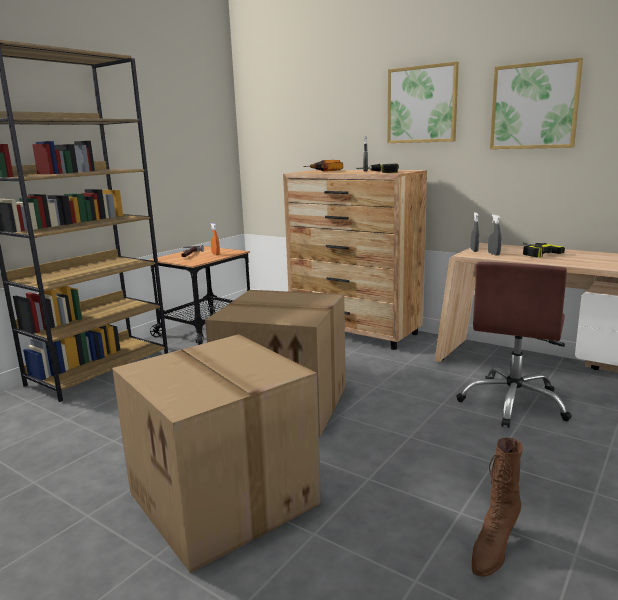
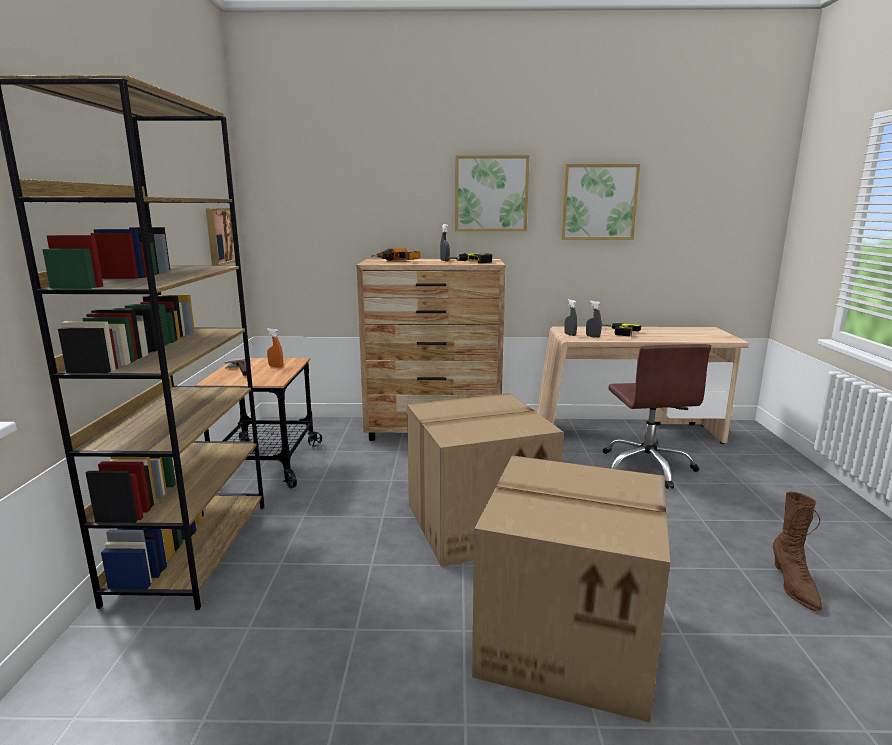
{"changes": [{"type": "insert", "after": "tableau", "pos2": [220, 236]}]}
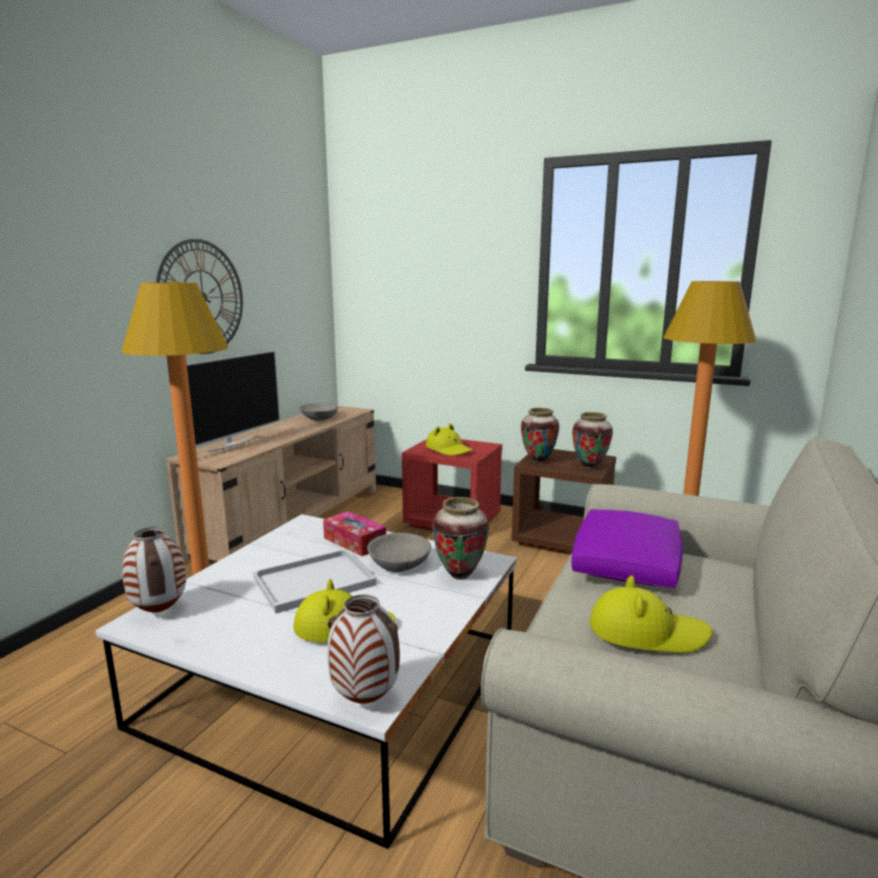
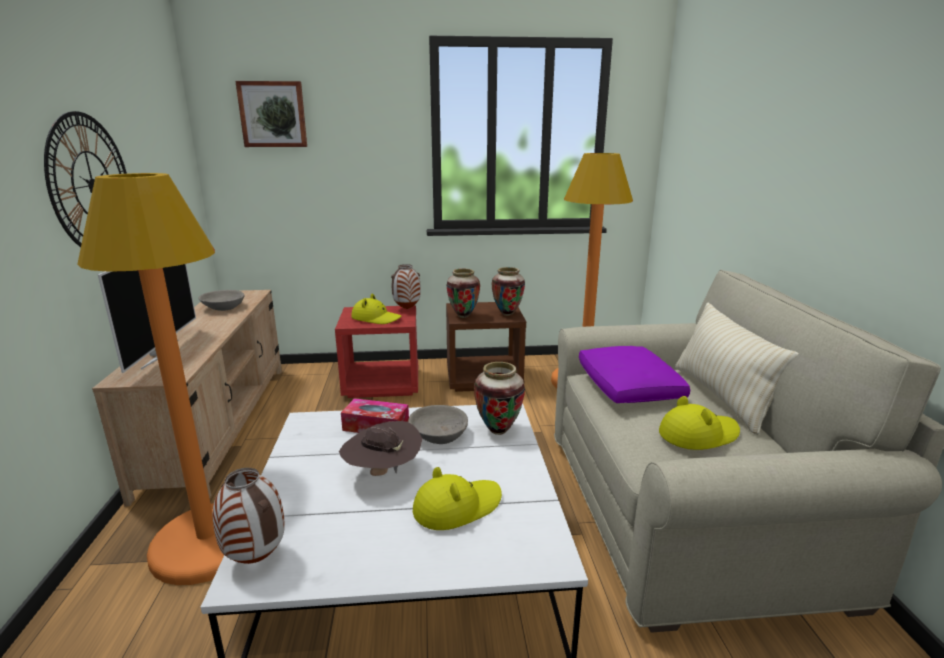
{"changes": [{"type": "replace", "before": "plateau (blanc)", "after": "chapeau (marron)", "pos1": [315, 580], "pos2": [382, 473]}, {"type": "move", "before": "vase", "pos1": [366, 699], "pos2": [407, 309]}, {"type": "insert", "after": "tableau", "pos2": [273, 114]}, {"type": "insert", "after": "coussin (beige)", "pos2": [721, 397]}]}
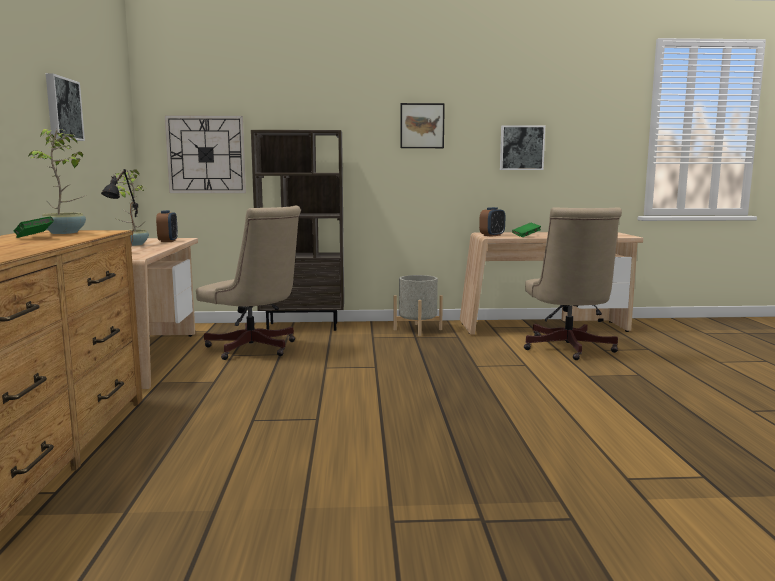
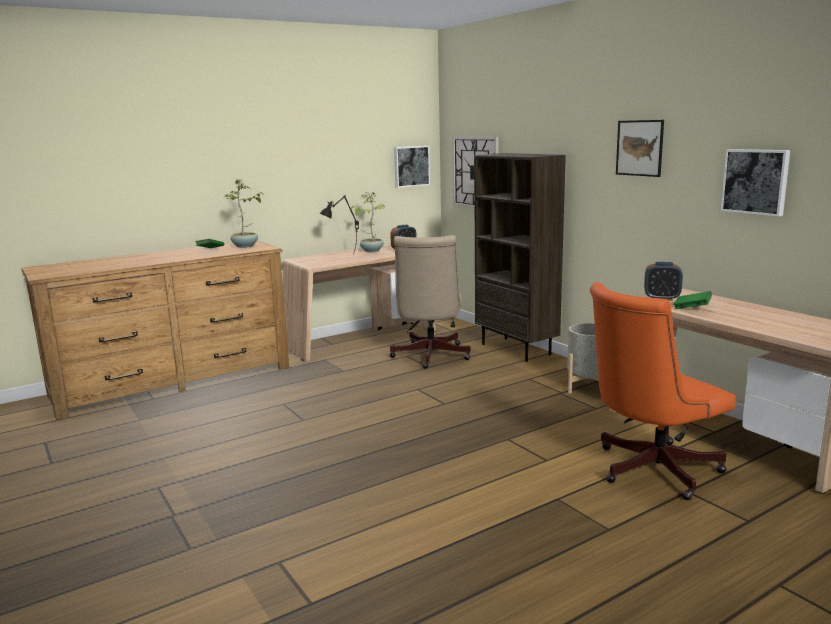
{"changes": [{"type": "move", "before": "tableau", "pos1": [62, 108], "pos2": [411, 166]}, {"type": "recolor", "before": "chaise de bureau (beige)", "after": "chaise de bureau (orange)", "pos1": [568, 349], "pos2": [649, 470]}]}
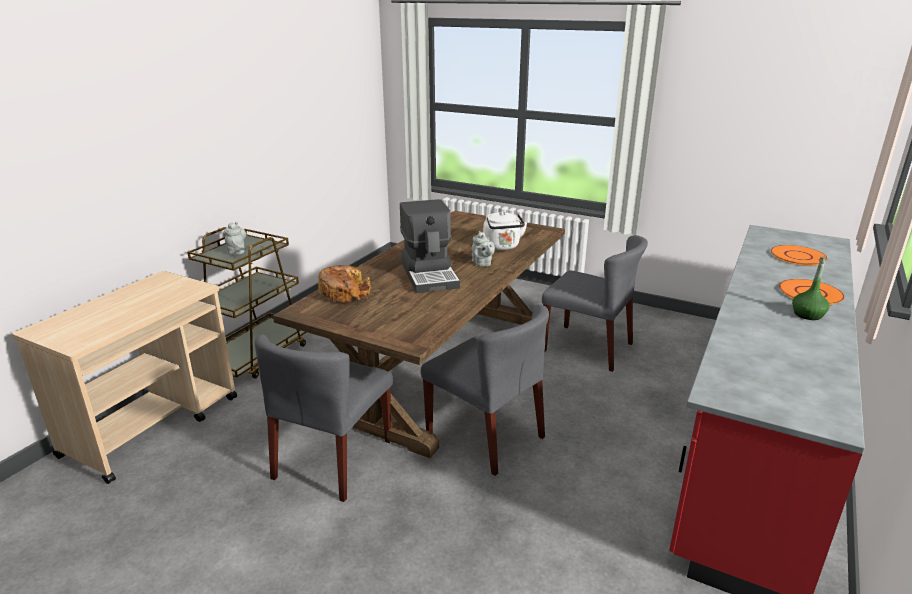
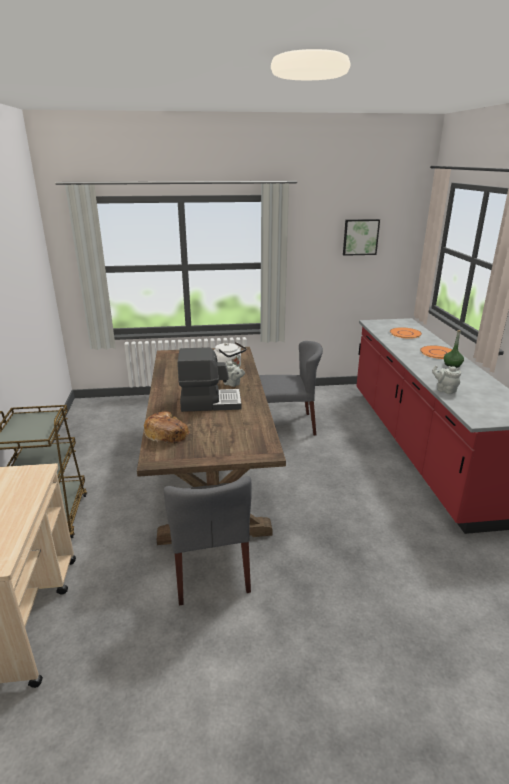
{"changes": [{"type": "rotate", "before": "machine à café", "pos1": [430, 275], "pos2": [210, 402], "turn": -45}, {"type": "move", "before": "théière (gris)", "pos1": [236, 250], "pos2": [444, 390]}, {"type": "delete", "before": "chaise (gris)", "pos1": [486, 435]}, {"type": "insert", "after": "tableau", "pos2": [360, 237]}]}
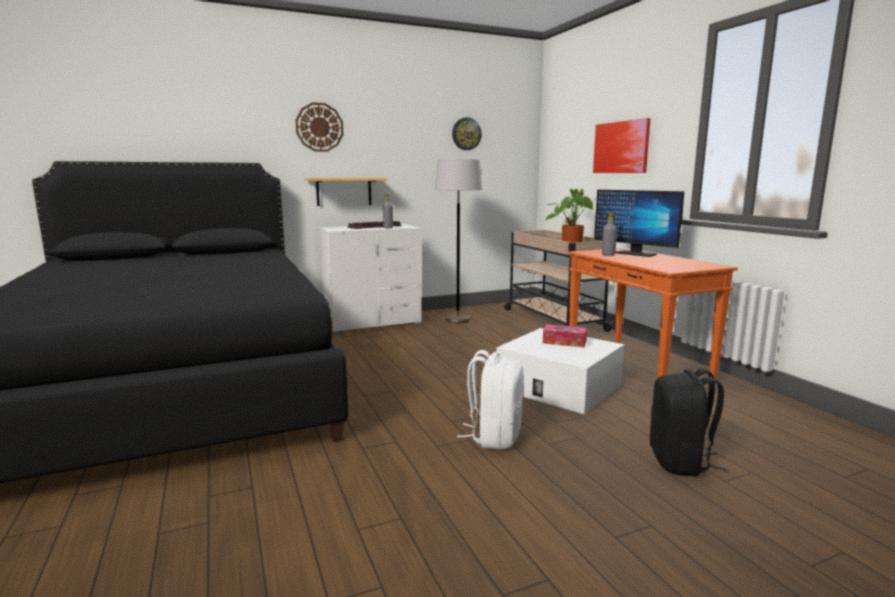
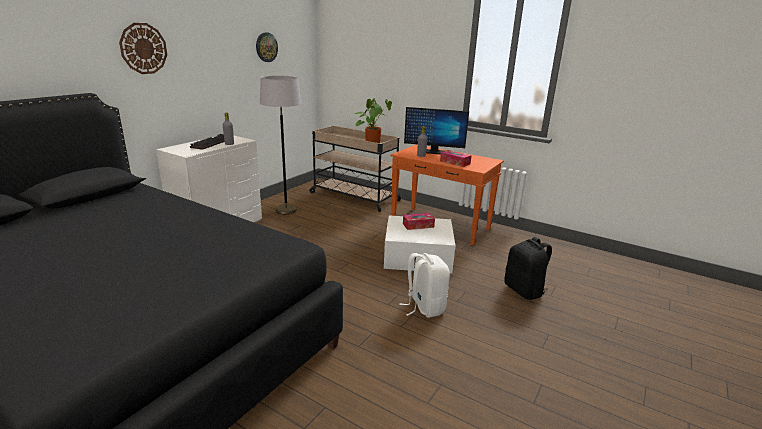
{"changes": [{"type": "delete", "before": "tableau", "pos1": [621, 147]}, {"type": "delete", "before": "étagère", "pos1": [344, 191]}, {"type": "insert", "after": "boîte à mouchoirs", "pos2": [455, 162]}]}
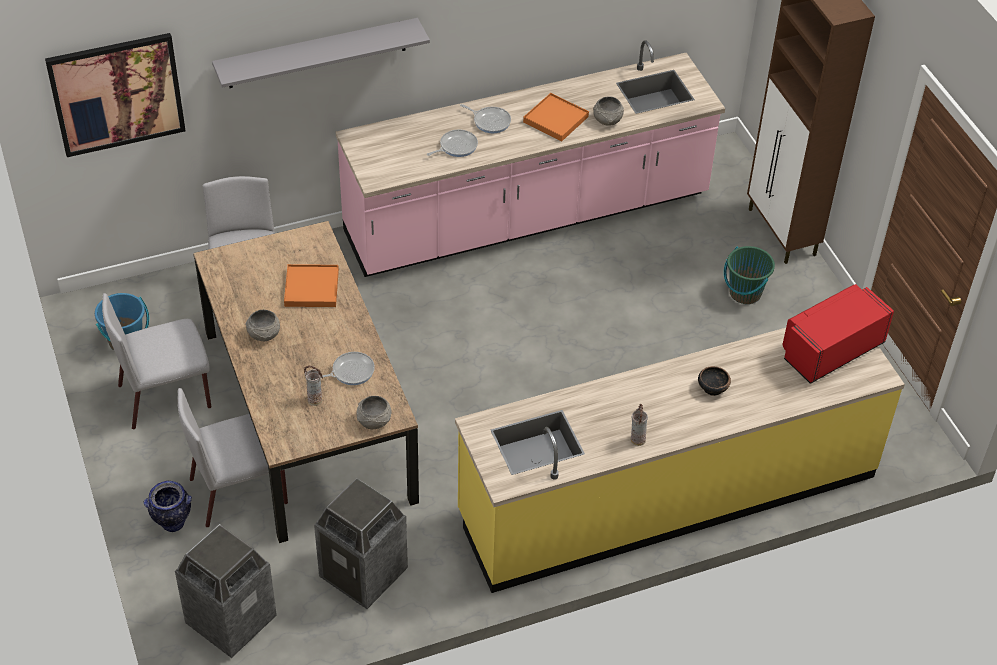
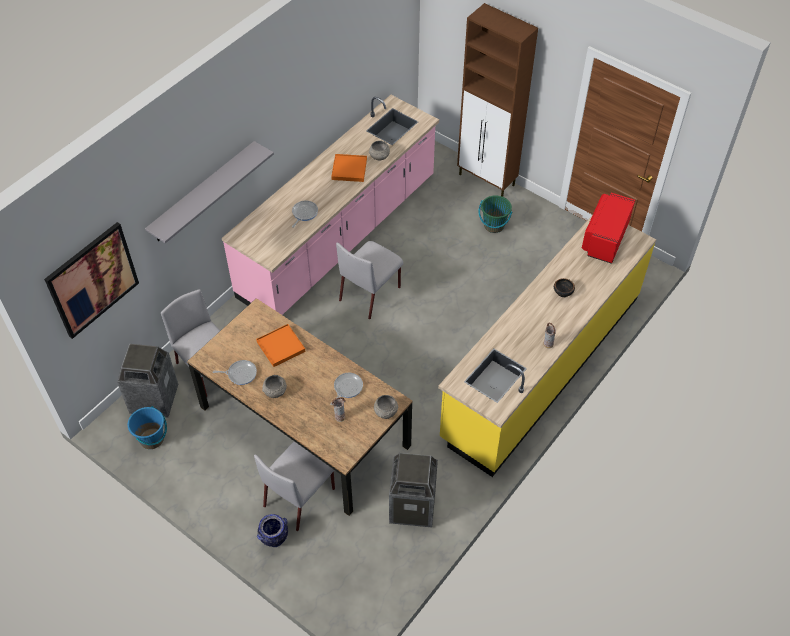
{"changes": [{"type": "move", "before": "poêle", "pos1": [490, 121], "pos2": [240, 373]}, {"type": "move", "before": "chaise (gris)", "pos1": [166, 396], "pos2": [370, 293]}, {"type": "move", "before": "poubelle", "pos1": [230, 620], "pos2": [154, 399]}]}
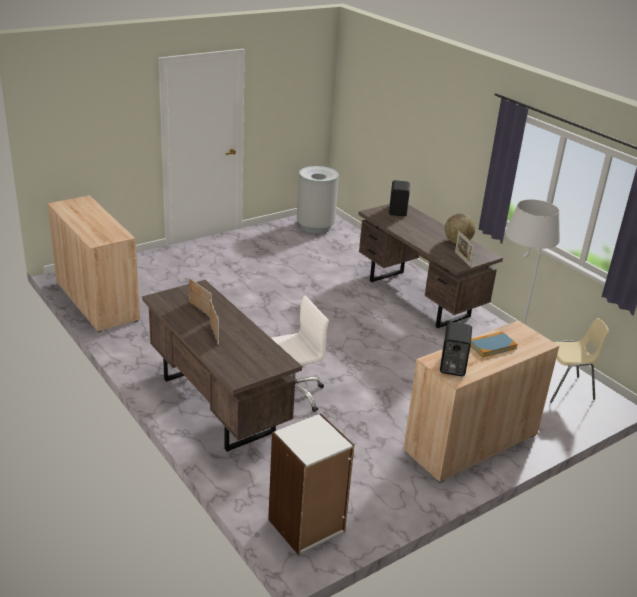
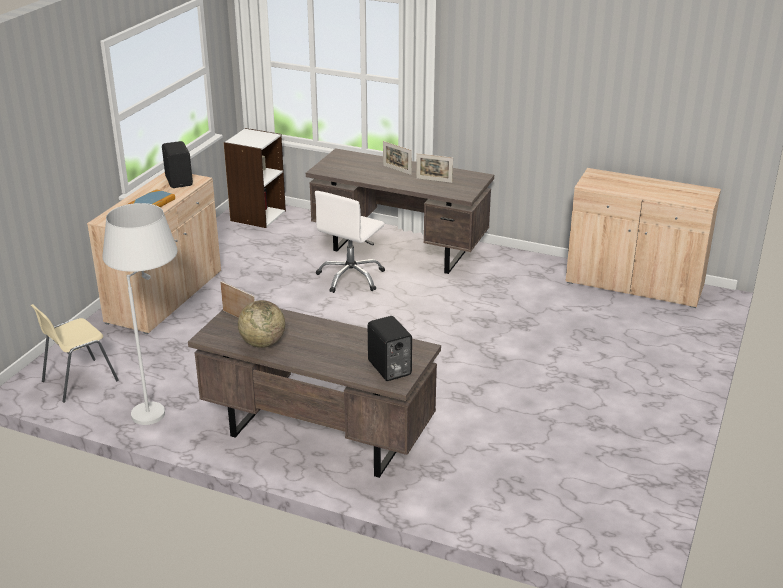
{"changes": [{"type": "delete", "before": "poubelle (gris)", "pos1": [315, 227]}]}
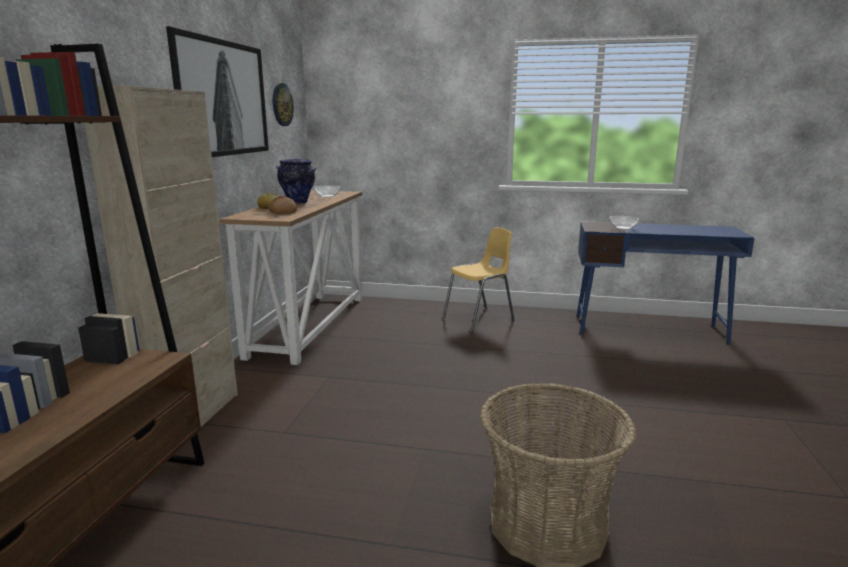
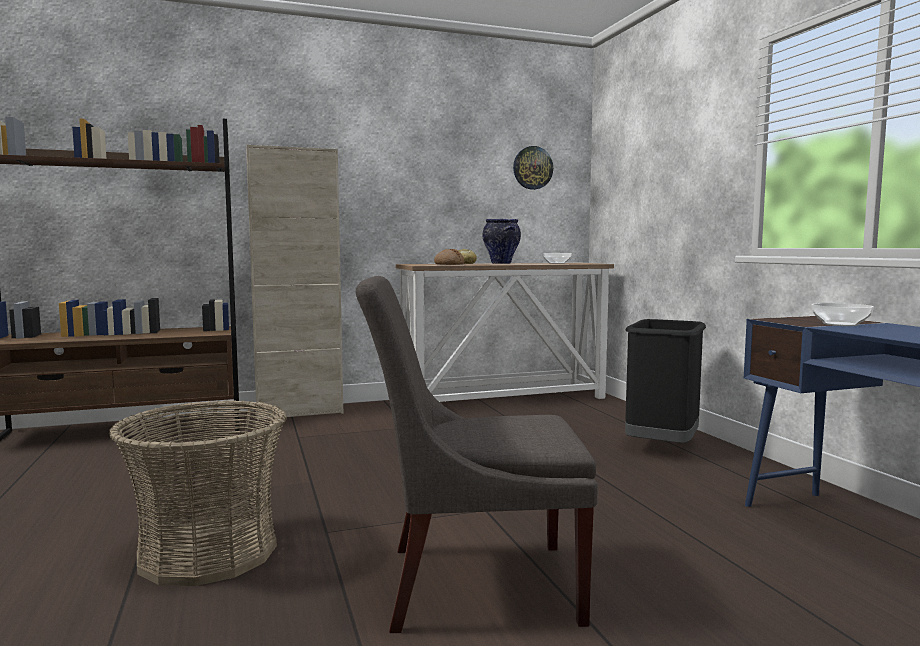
{"changes": [{"type": "delete", "before": "tableau", "pos1": [223, 98]}, {"type": "replace", "before": "chaise (jaune)", "after": "poubelle (noir)", "pos1": [479, 319], "pos2": [662, 447]}, {"type": "insert", "after": "chaise (gris)", "pos2": [471, 583]}]}
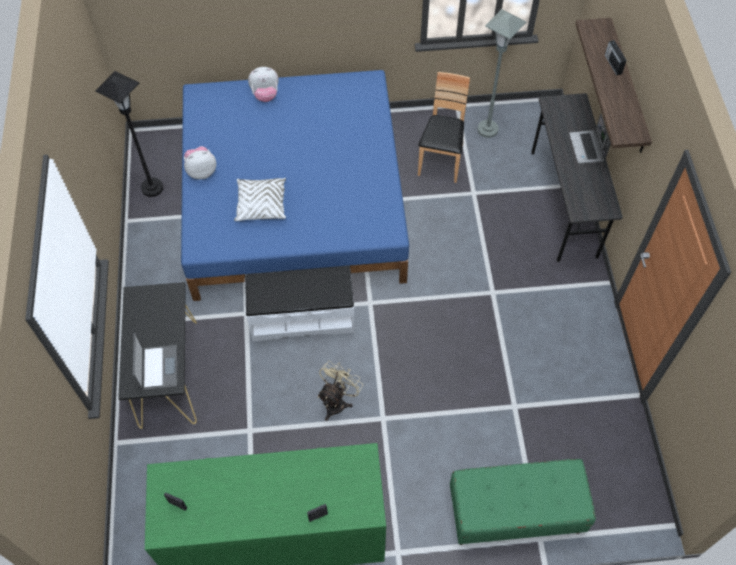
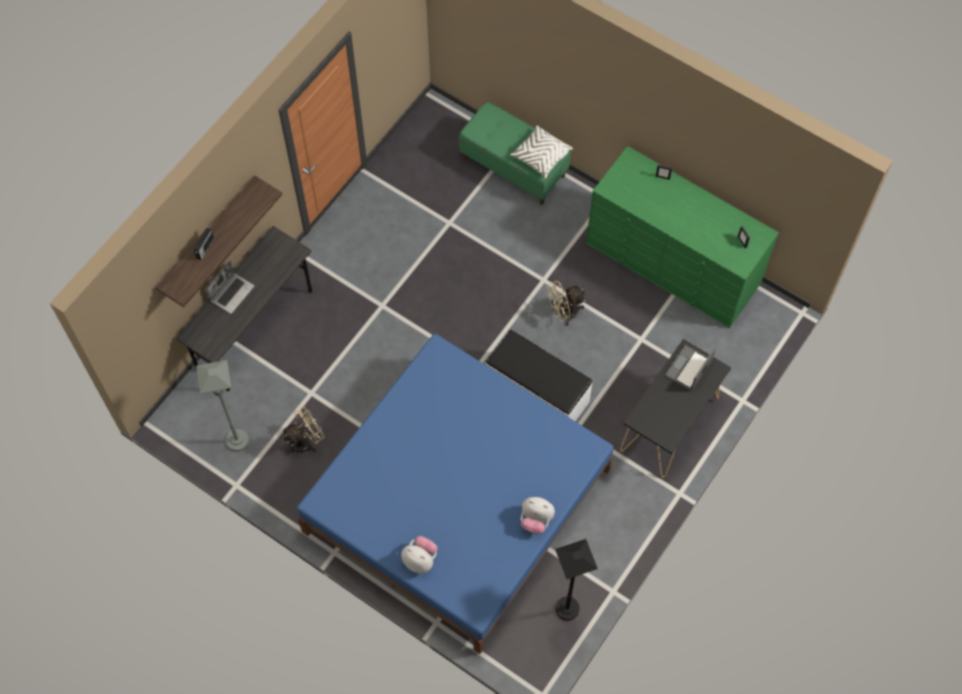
{"changes": [{"type": "replace", "before": "chaise (marron)", "after": "ventilateur (beige)", "pos1": [441, 160], "pos2": [305, 442]}, {"type": "move", "before": "coussin (blanc)", "pos1": [261, 204], "pos2": [541, 156]}]}
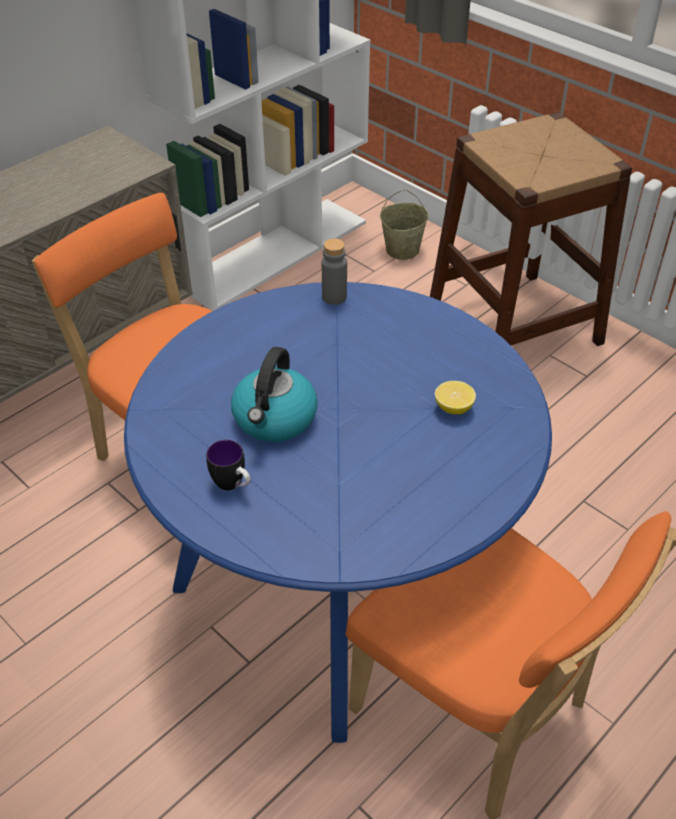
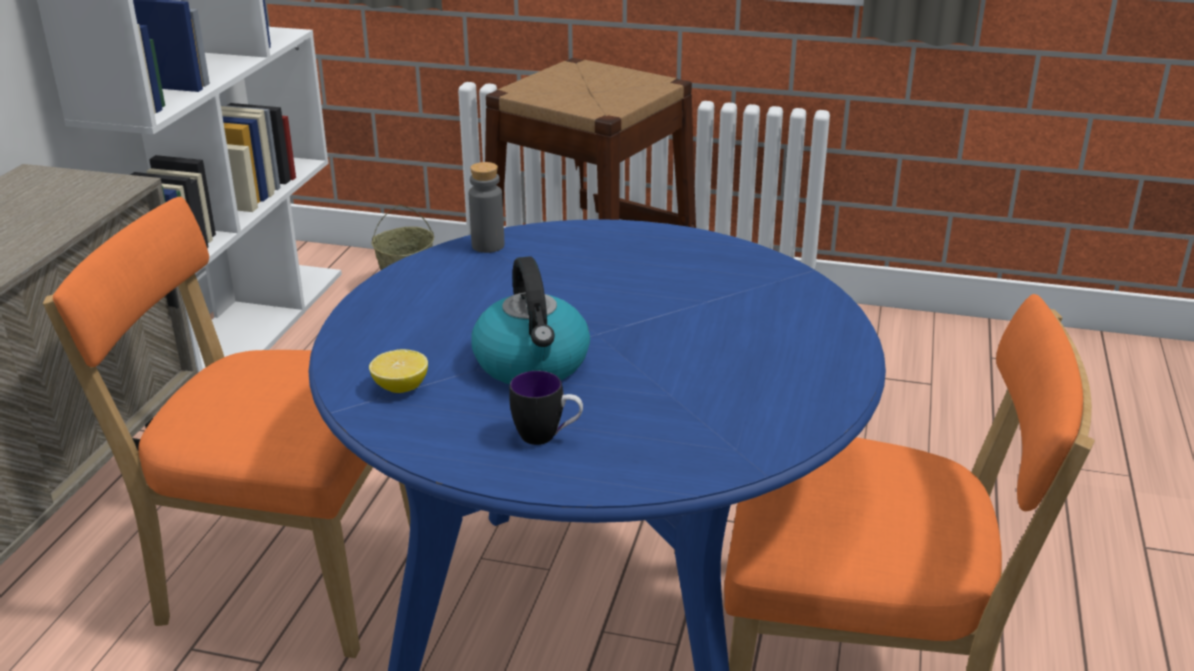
{"changes": [{"type": "move", "before": "citron", "pos1": [453, 408], "pos2": [400, 387]}]}
